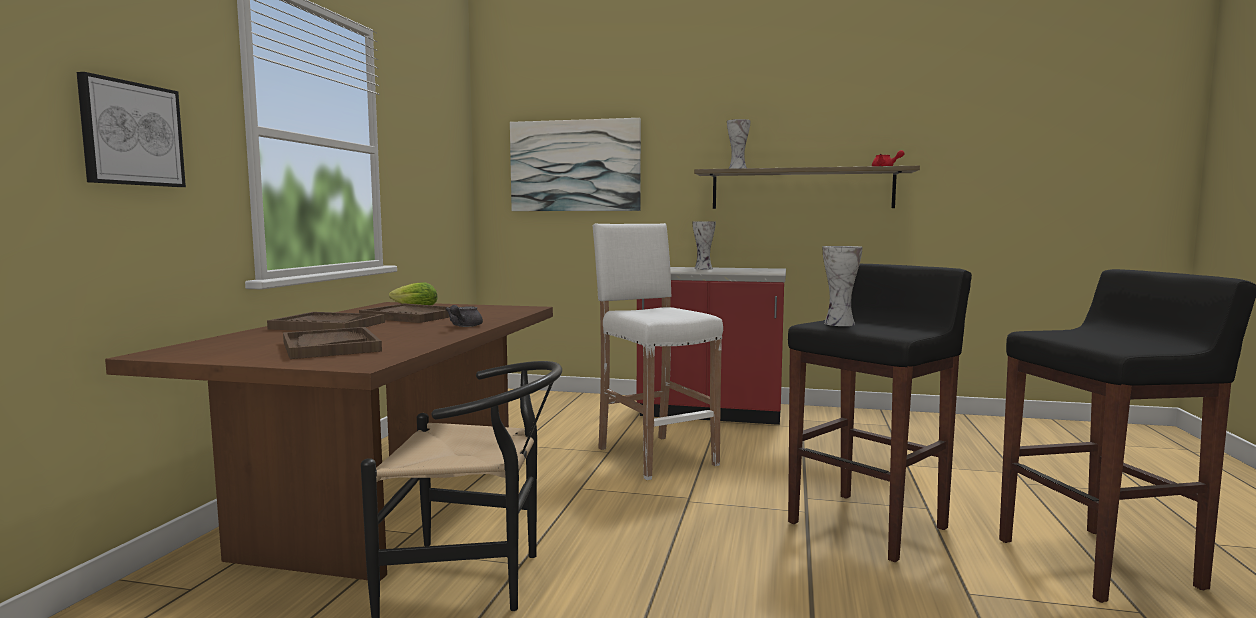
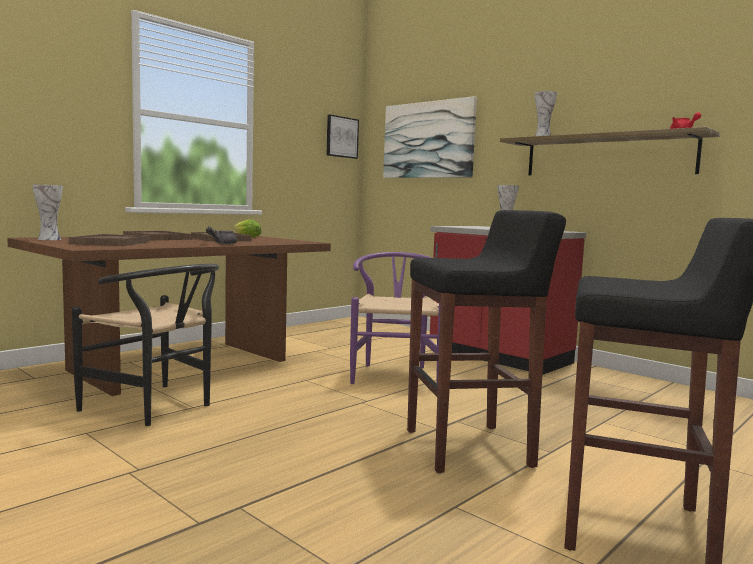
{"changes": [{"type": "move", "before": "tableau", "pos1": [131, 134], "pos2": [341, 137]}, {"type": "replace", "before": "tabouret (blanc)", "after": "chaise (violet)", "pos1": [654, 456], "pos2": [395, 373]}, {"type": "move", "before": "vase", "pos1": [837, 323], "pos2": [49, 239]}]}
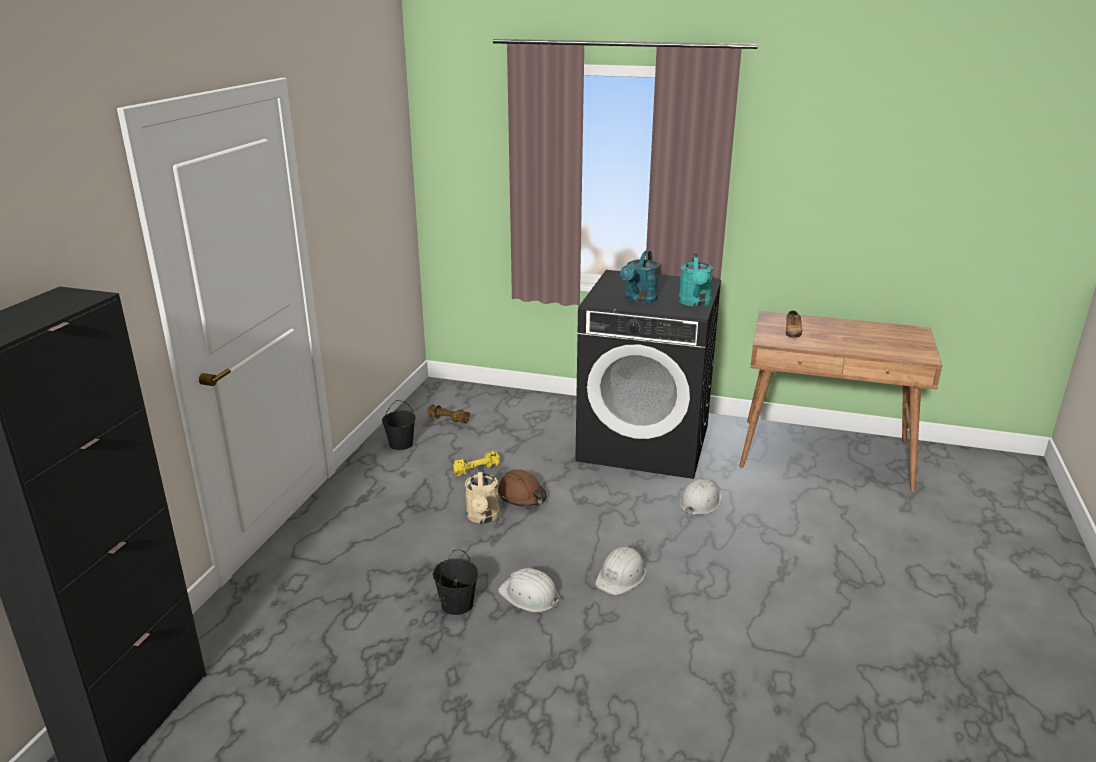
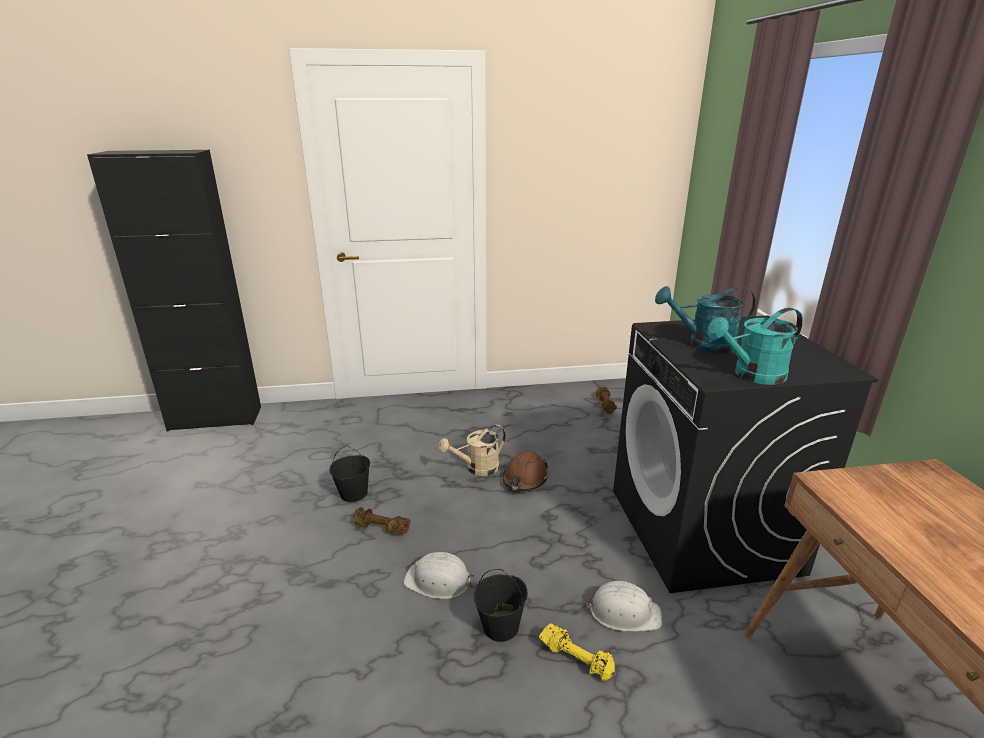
{"changes": [{"type": "delete", "before": "chaussure", "pos1": [792, 332]}, {"type": "move", "before": "seau (noir)", "pos1": [400, 444], "pos2": [501, 626]}, {"type": "move", "before": "haltère (jaune)", "pos1": [476, 470], "pos2": [576, 659]}, {"type": "replace", "before": "casque de chantier (blanc)", "after": "haltère (marron)", "pos1": [529, 596], "pos2": [381, 528]}]}
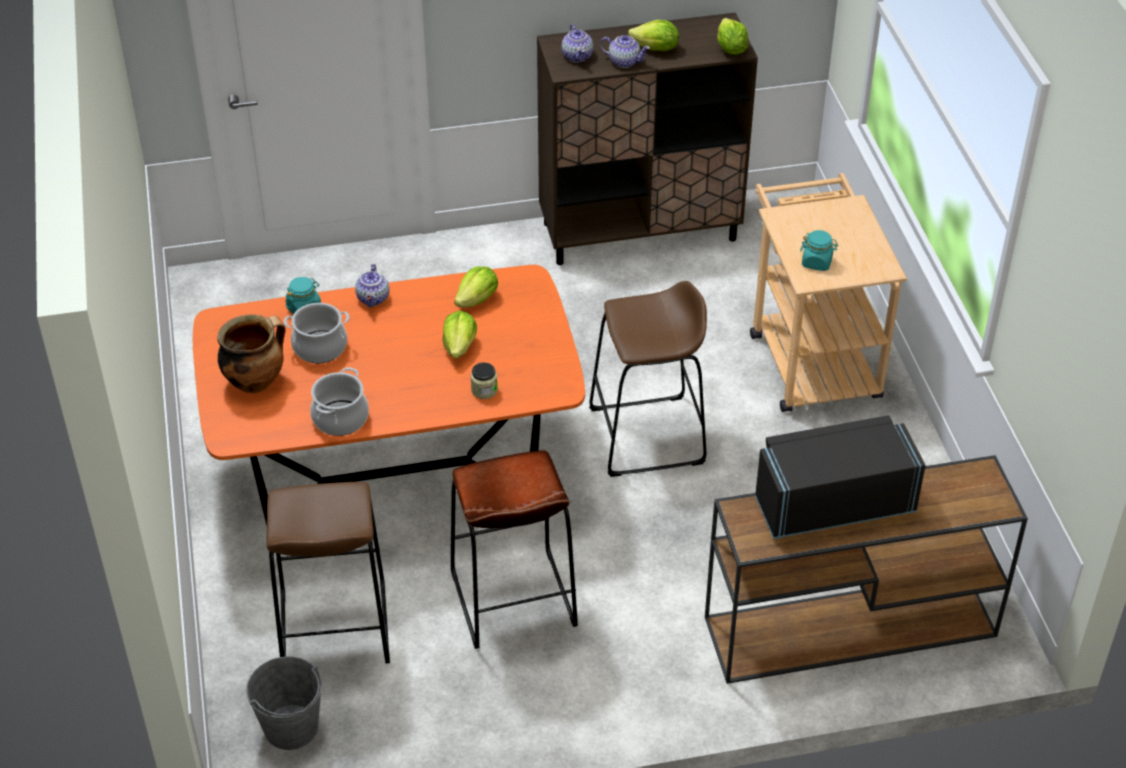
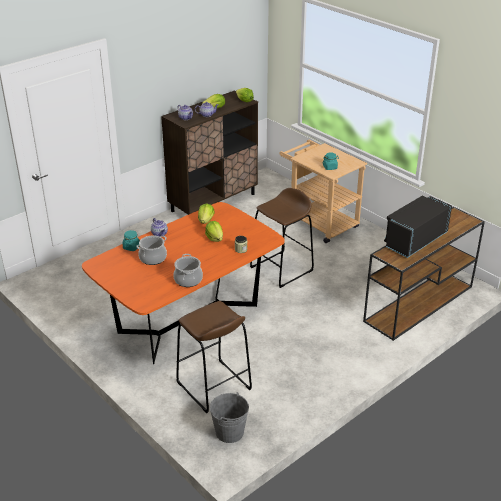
{"changes": [{"type": "delete", "before": "marmite", "pos1": [256, 381]}, {"type": "delete", "before": "tabouret (marron)", "pos1": [512, 599]}]}
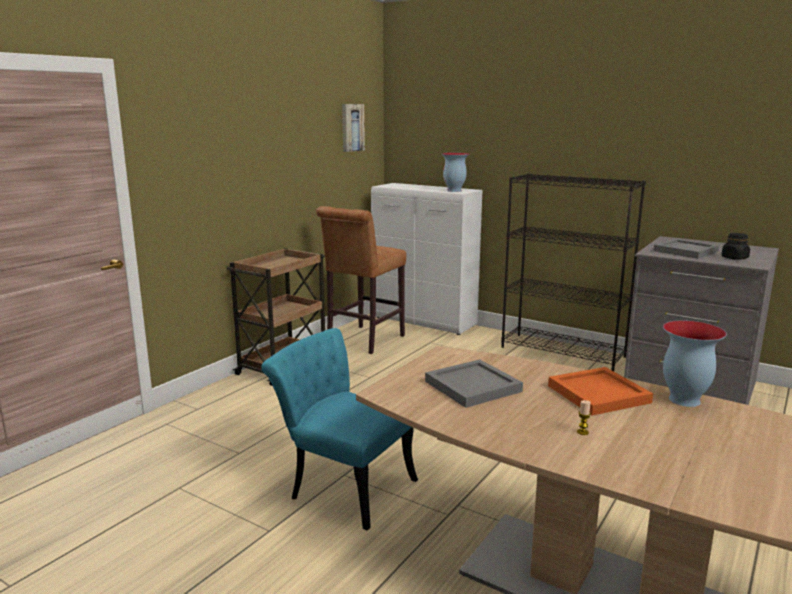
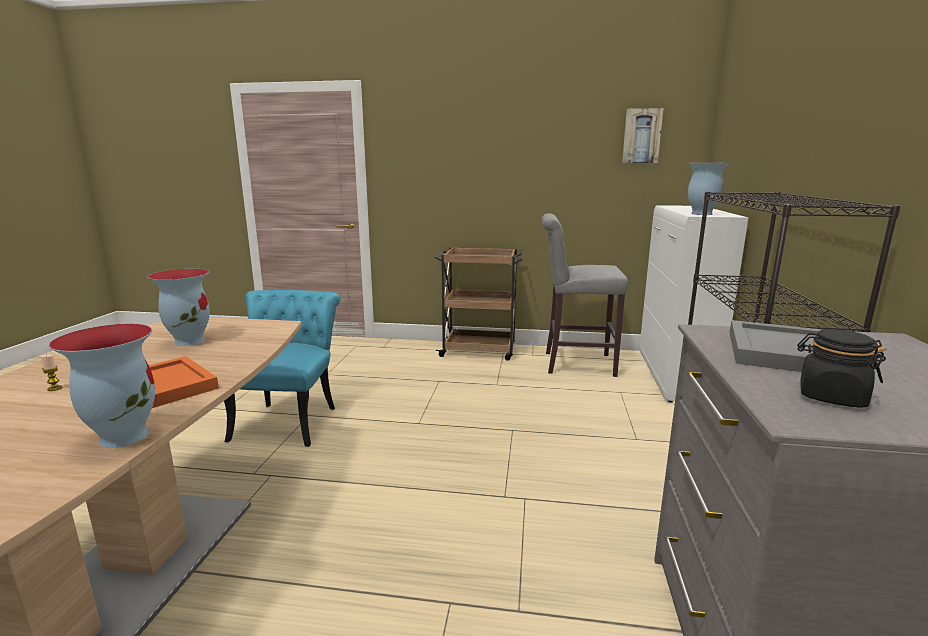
{"changes": [{"type": "recolor", "before": "tabouret (marron)", "after": "tabouret (gris)", "pos1": [363, 341], "pos2": [574, 364]}, {"type": "replace", "before": "plateau (gris)", "after": "vase", "pos1": [471, 386], "pos2": [190, 341]}]}
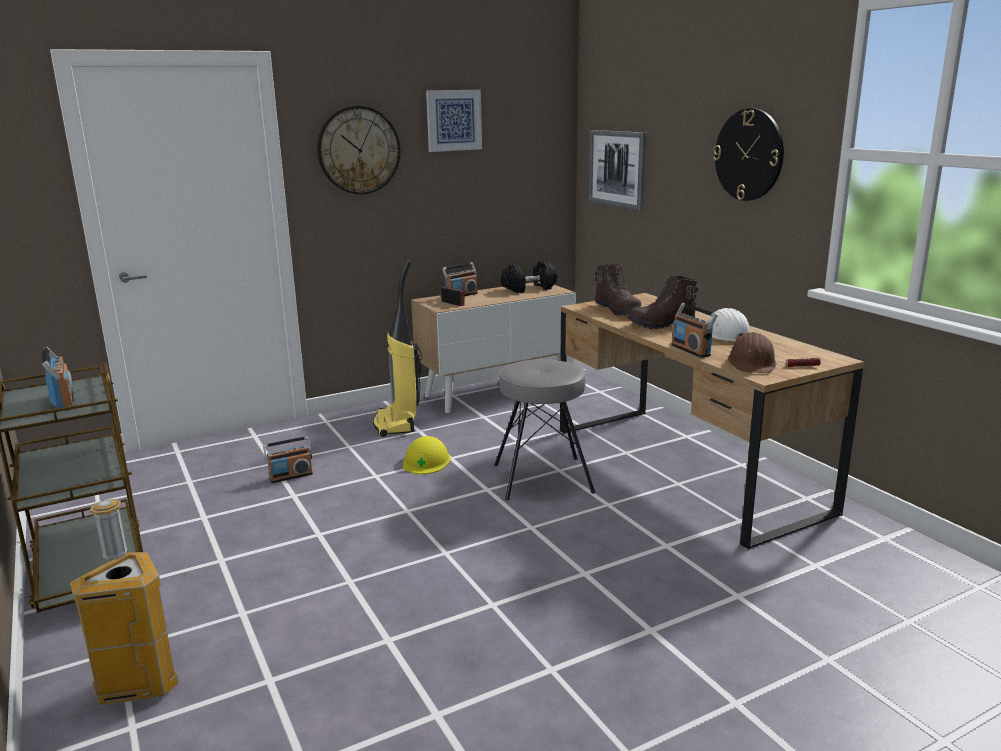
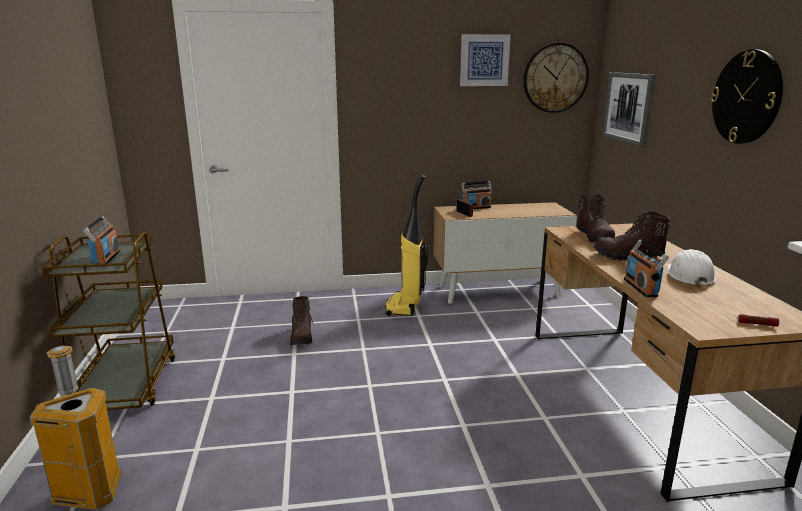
{"changes": [{"type": "move", "before": "horloge murale", "pos1": [359, 150], "pos2": [555, 78]}, {"type": "delete", "before": "haltère (noir)", "pos1": [529, 289]}, {"type": "delete", "before": "casque de chantier (marron)", "pos1": [752, 363]}, {"type": "delete", "before": "tabouret (gris)", "pos1": [542, 477]}, {"type": "replace", "before": "radio", "after": "botte (marron)", "pos1": [291, 476], "pos2": [302, 337]}, {"type": "delete", "before": "casque de chantier (jaune)", "pos1": [426, 461]}]}
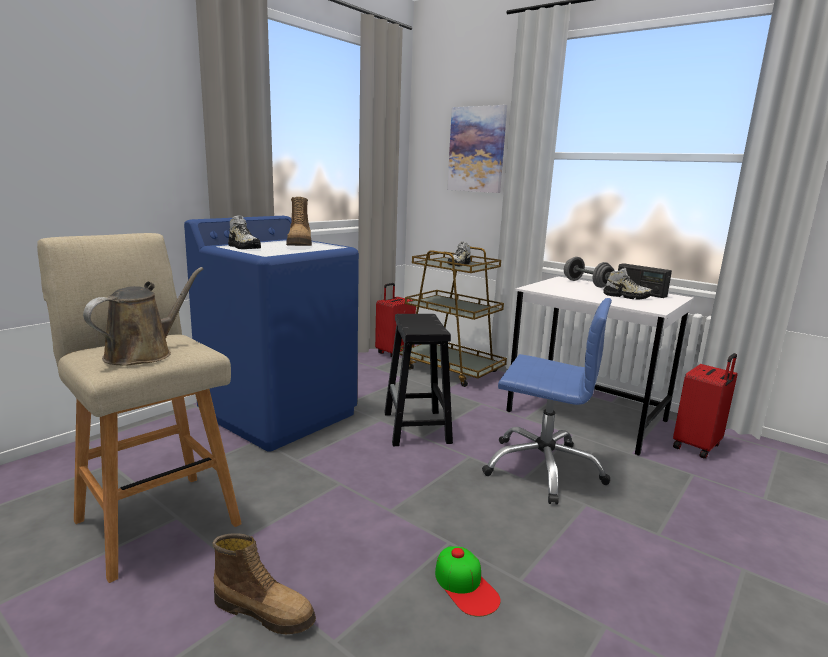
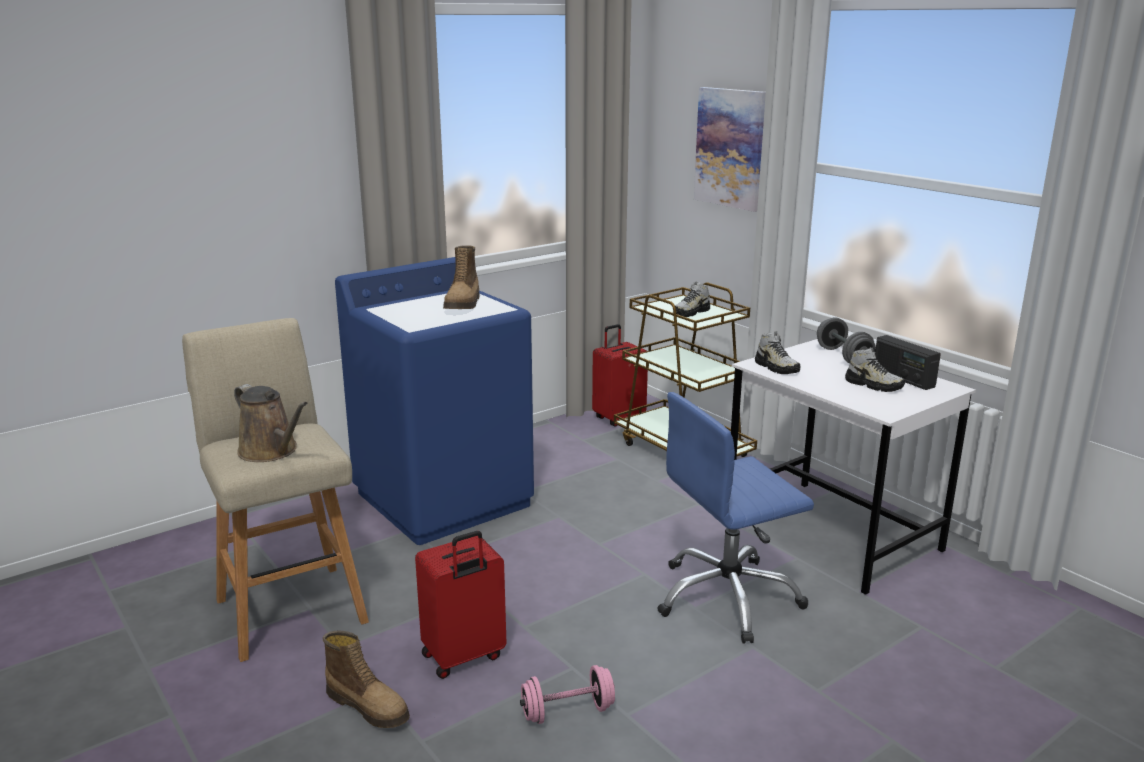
{"changes": [{"type": "move", "before": "chaussure", "pos1": [244, 247], "pos2": [777, 368]}, {"type": "rotate", "before": "arrosoir (marron)", "pos1": [144, 353], "pos2": [271, 451], "turn": 90}, {"type": "rotate", "before": "chaise de bureau (bleu)", "pos1": [543, 468], "pos2": [727, 598], "turn": 120}, {"type": "delete", "before": "tabouret (noir)", "pos1": [417, 428]}, {"type": "move", "before": "valise (rouge)", "pos1": [698, 446], "pos2": [464, 657]}, {"type": "replace", "before": "casquette", "after": "haltère (rose)", "pos1": [466, 586], "pos2": [567, 712]}]}
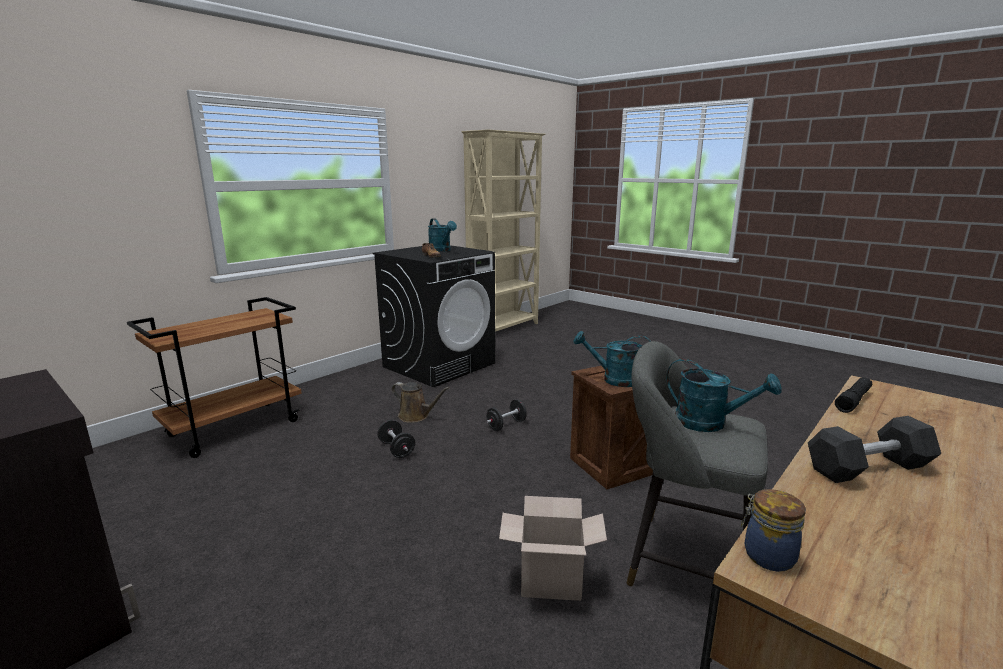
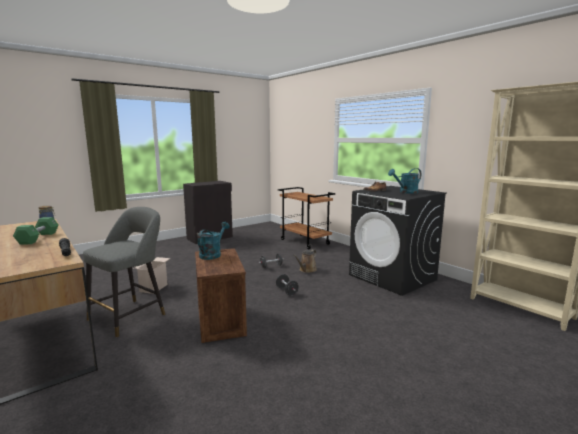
{"changes": [{"type": "delete", "before": "arrosoir (turquoise)", "pos1": [709, 423]}, {"type": "recolor", "before": "haltère (noir)", "after": "haltère (vert)", "pos1": [868, 468], "pos2": [38, 238]}]}
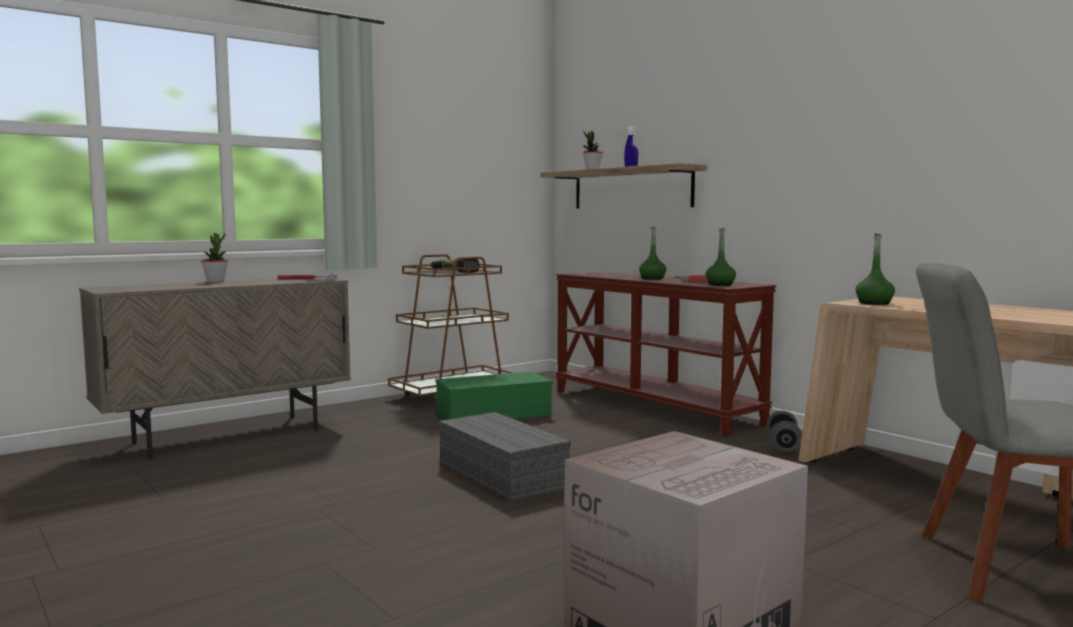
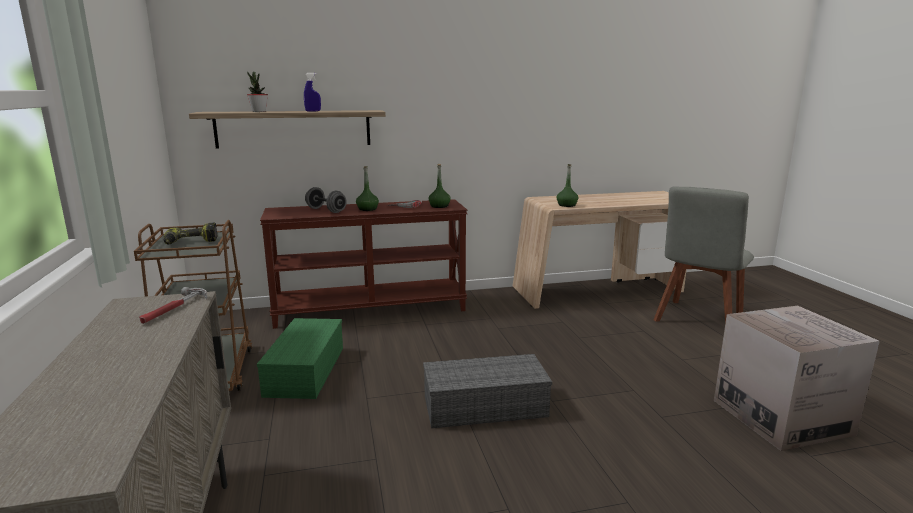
{"changes": [{"type": "delete", "before": "plante en pot", "pos1": [215, 281]}, {"type": "move", "before": "haltère (gris)", "pos1": [783, 445], "pos2": [326, 210]}]}
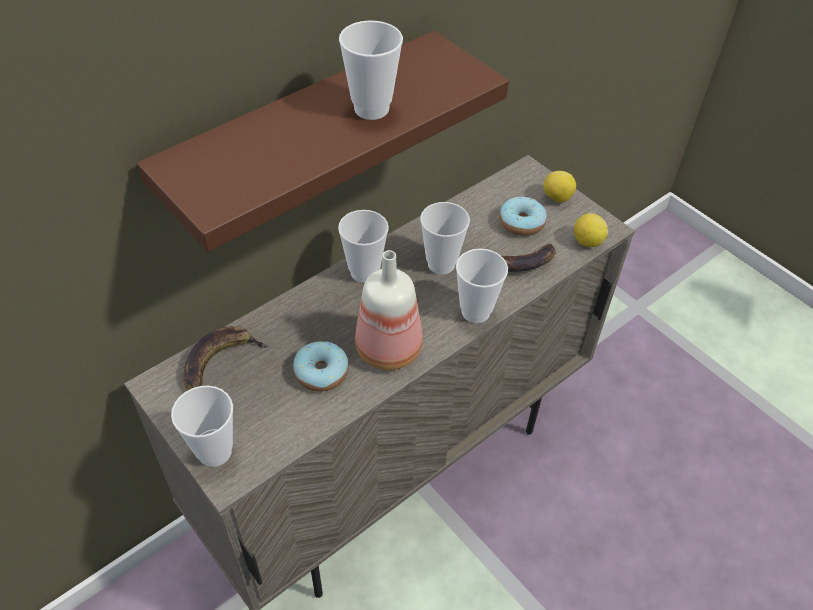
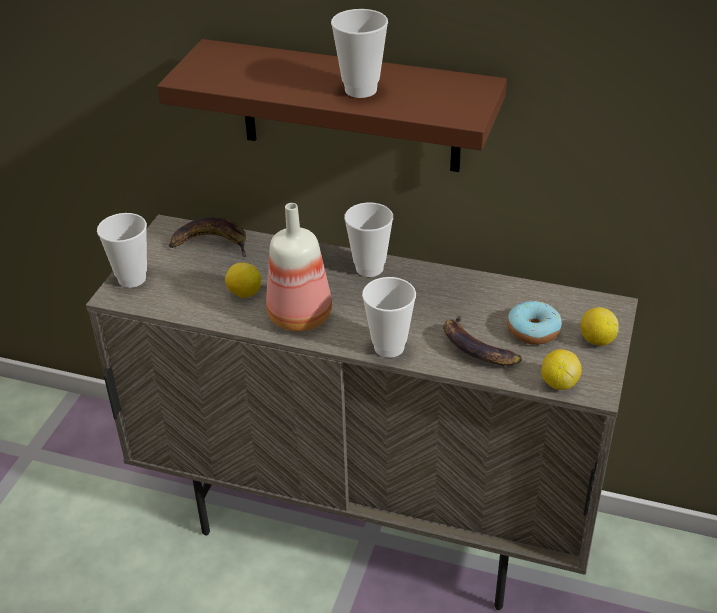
{"changes": [{"type": "delete", "before": "tasse", "pos1": [441, 264]}, {"type": "replace", "before": "beignet", "after": "citron", "pos1": [321, 372], "pos2": [244, 293]}]}
